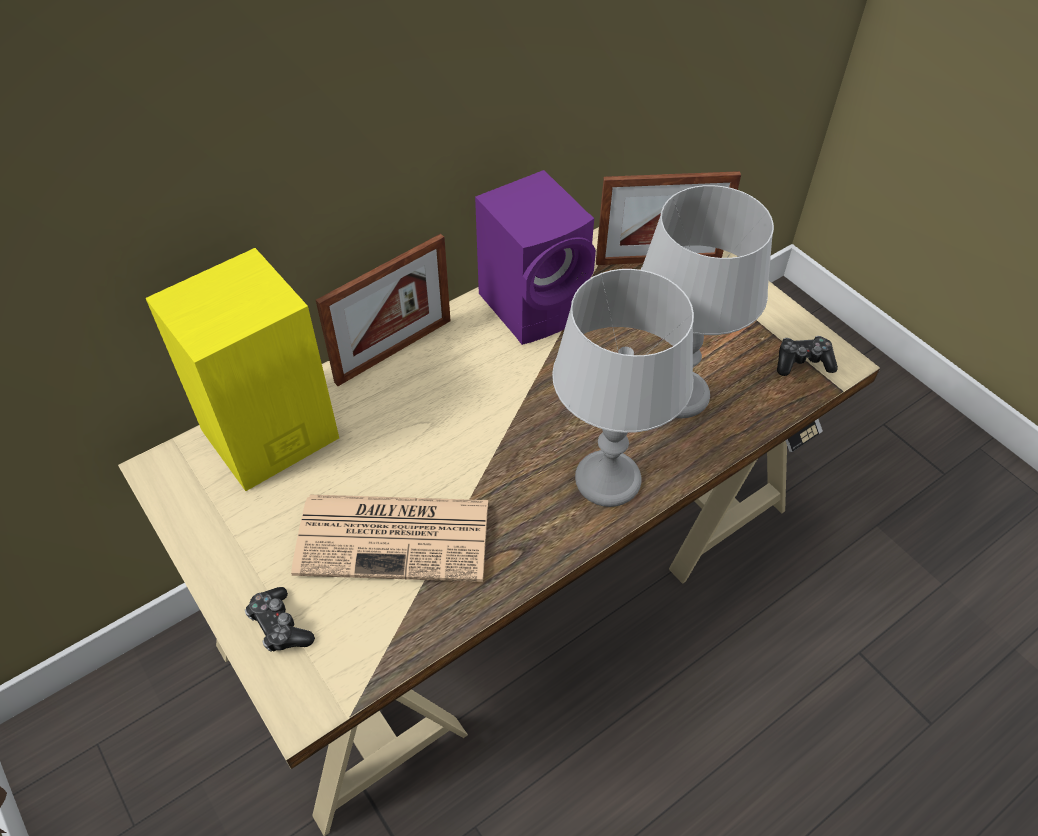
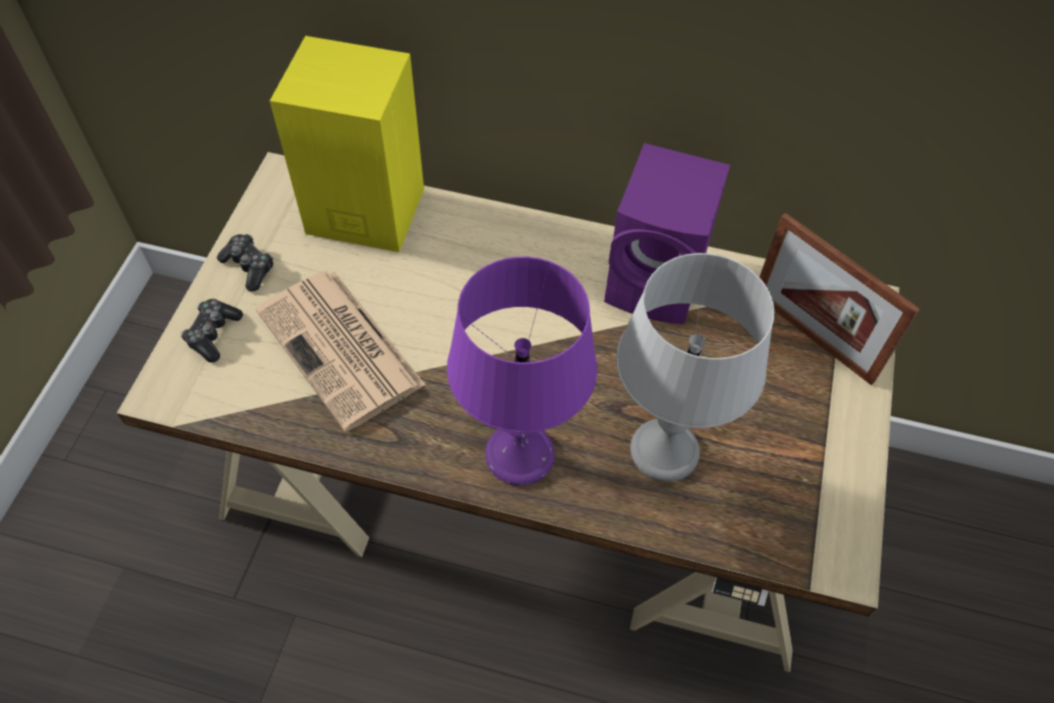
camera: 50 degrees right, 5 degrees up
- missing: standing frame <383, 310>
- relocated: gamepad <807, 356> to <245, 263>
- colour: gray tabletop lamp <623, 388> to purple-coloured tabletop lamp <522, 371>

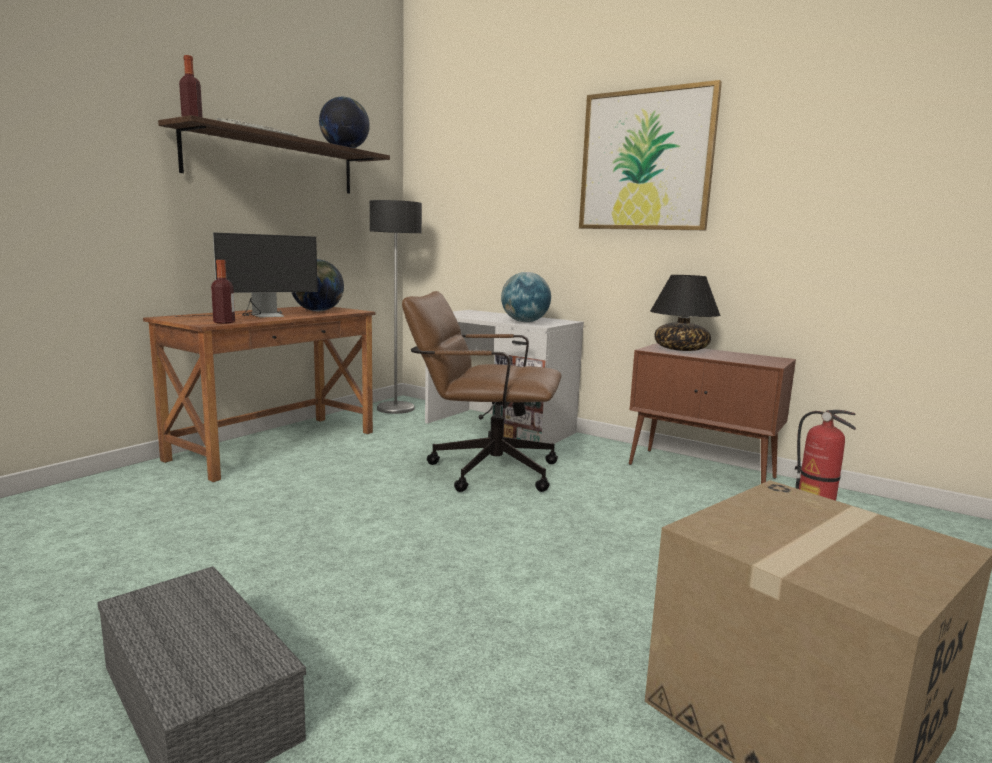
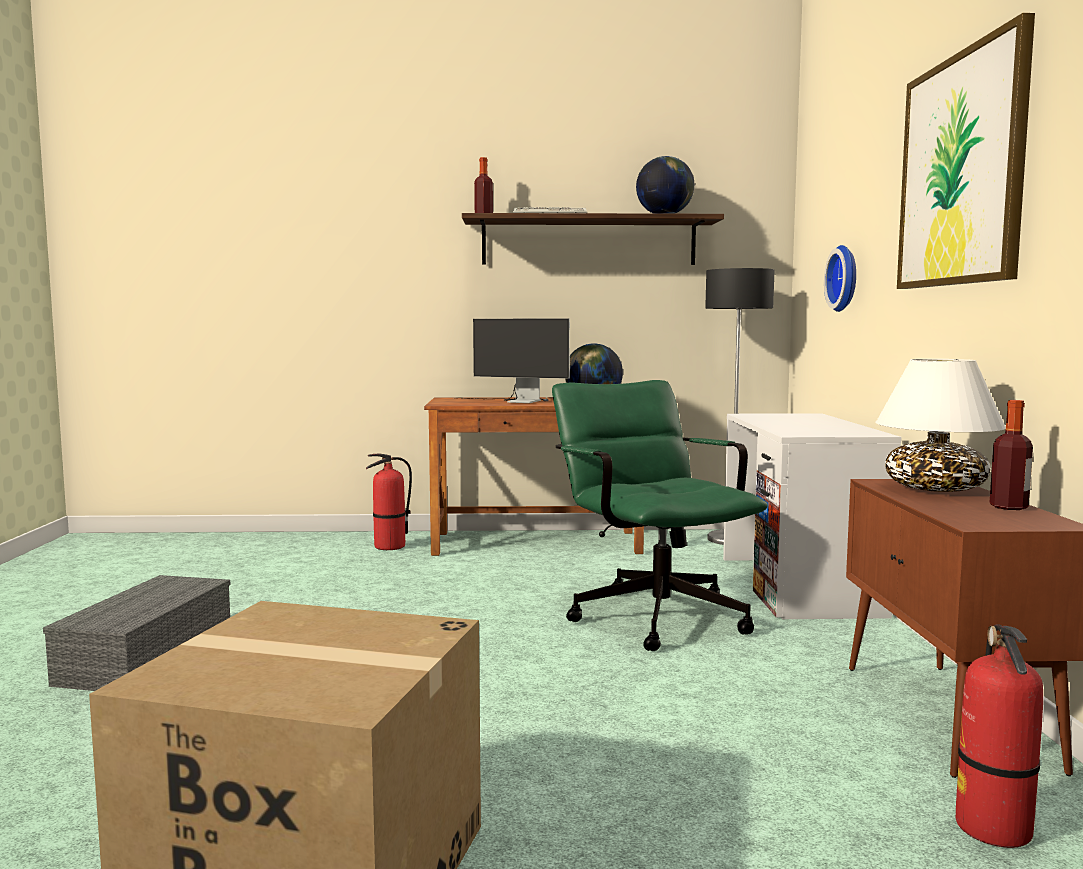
camera: 55 degrees right, 5 degrees down
- missing: world globe <526, 297>
- appeared: fire-fighting cylinder <389, 502>
- appeared: clock on the wall <840, 278>
- relocated: drink bottle <223, 292> to <1011, 455>
- colour: brown-coloured computer chair <482, 391> to greenish computer chair <660, 515>
- colour: black tabletop lamp <685, 313> to white tabletop lamp <940, 425>

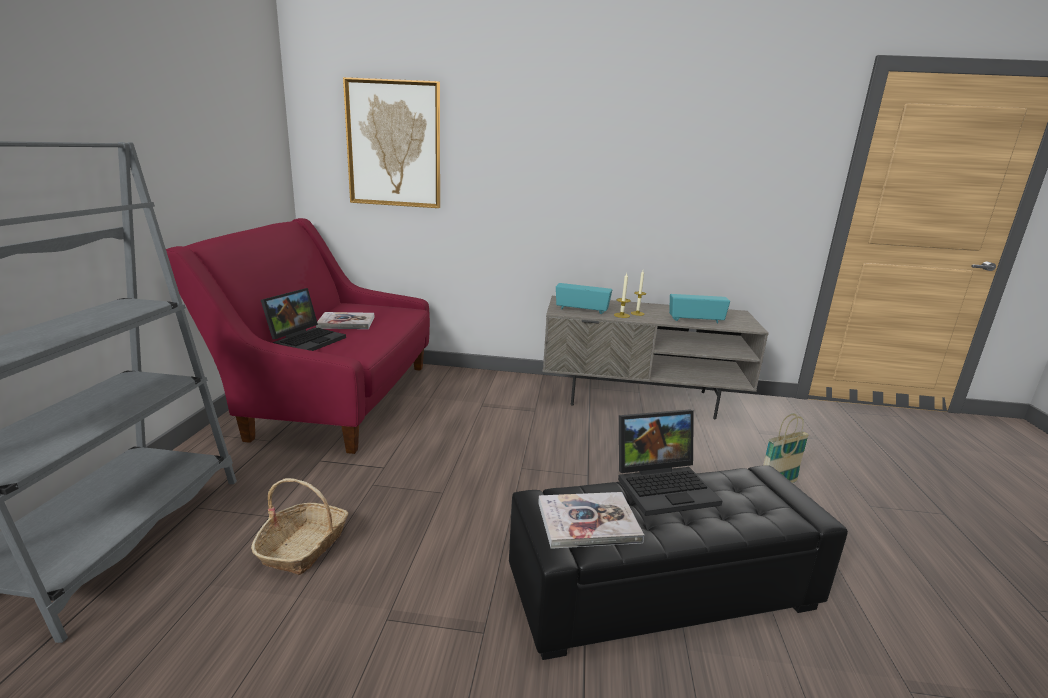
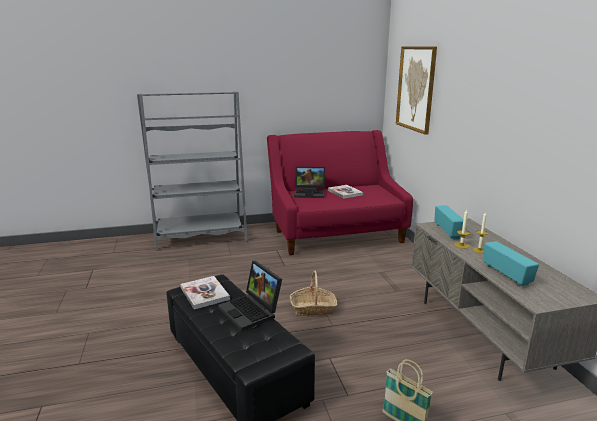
camera: 70 degrees right, 0 degrees up
- relocated: household basket <299, 526> to <313, 293>

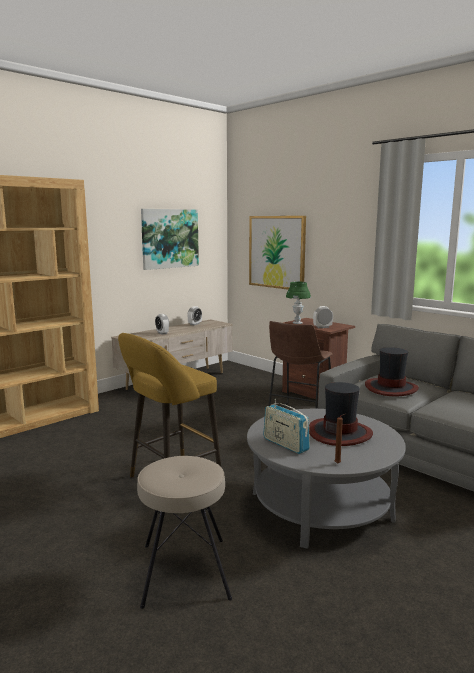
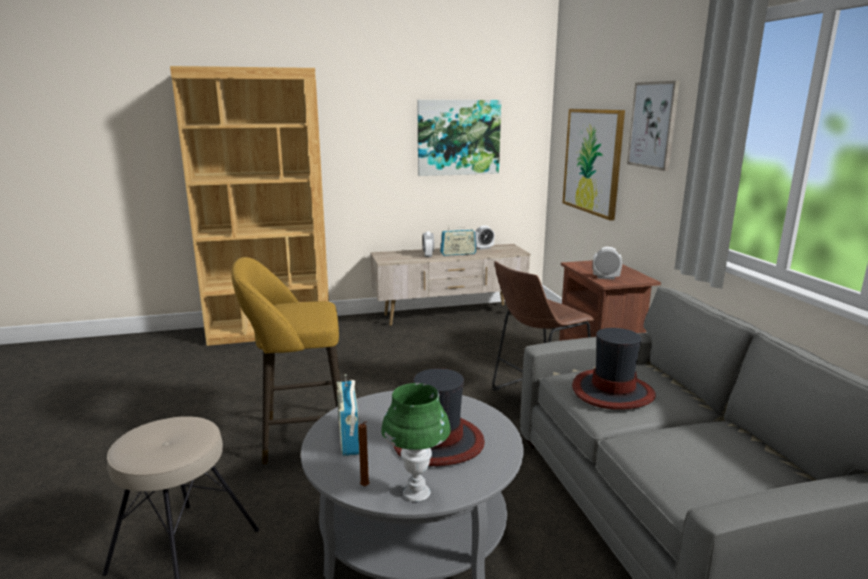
camera: 30 degrees right, 5 degrees up
- appeared: radio receiver <458, 240>
- appeared: wall picture <653, 126>
- relocated: greenish tabletop lamp <298, 302> to <416, 442>

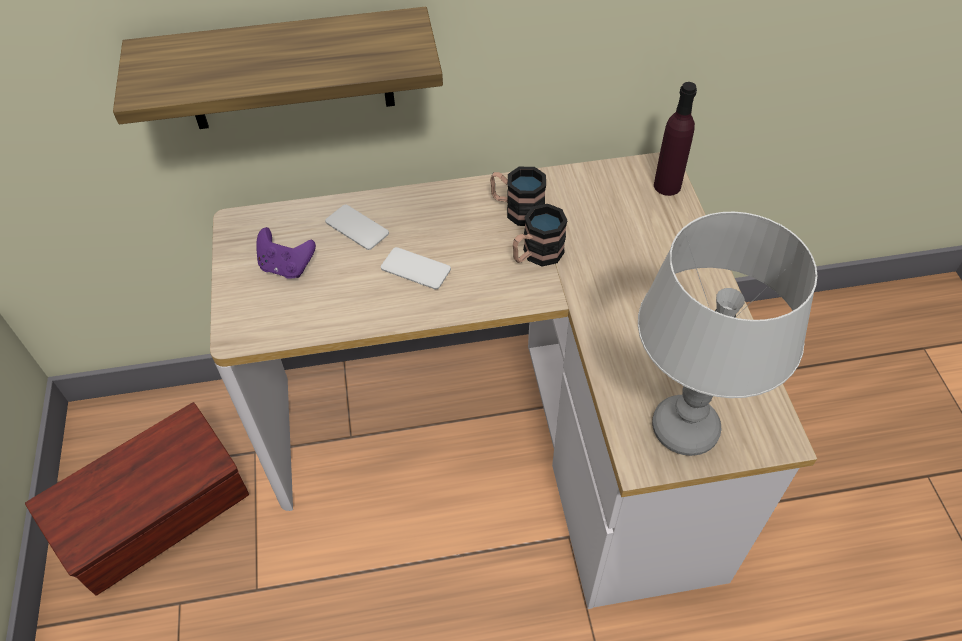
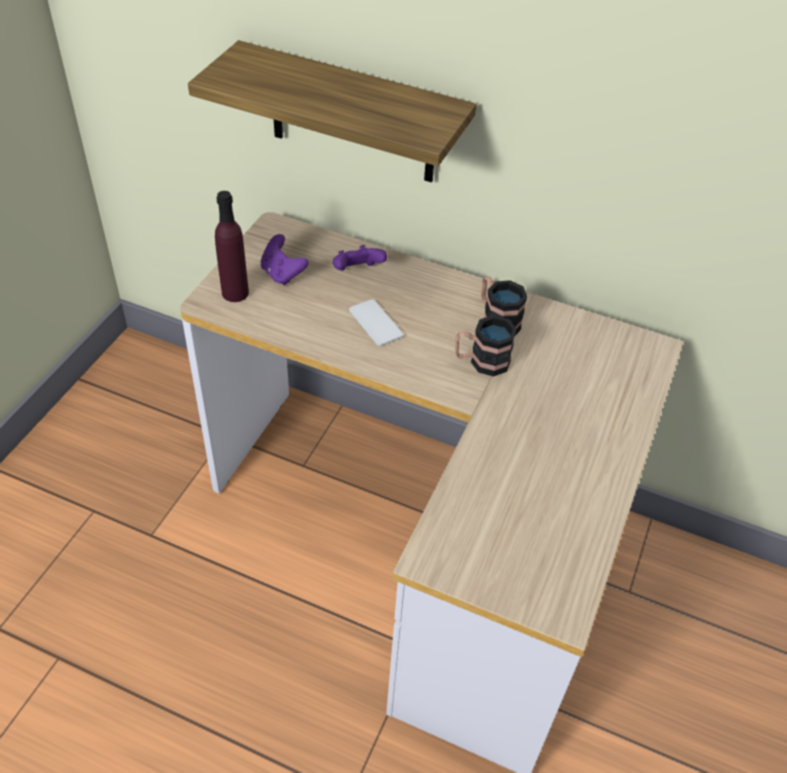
camera: 30 degrees right, 5 degrees down
- missing: brown-coloured storage box <137, 499>
- missing: gray tabletop lamp <727, 334>
- relocated: purple-coloured drink bottle <675, 139> to <232, 246>
- exchanged: telephone <357, 227> to purple-coloured gamepad <360, 258>

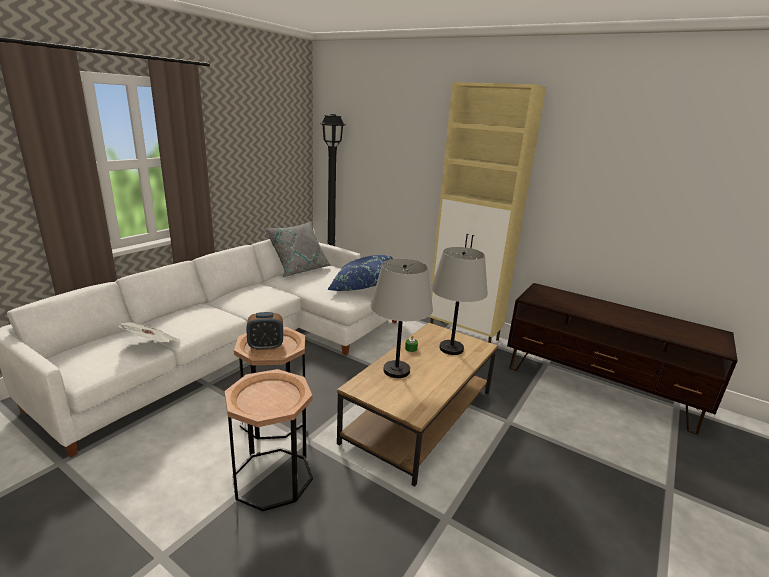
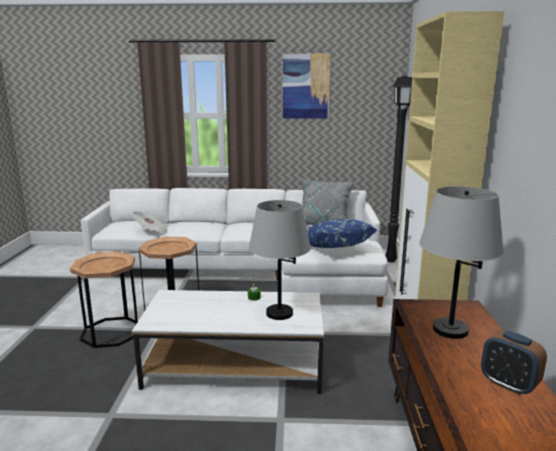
camera: 60 degrees right, 5 degrees down
- appeared: wall picture <307, 86>
- relocated: bedside clock <264, 331> to <514, 362>
- relocated: gray tabletop lamp <401, 318> to <461, 262>
- colour: brown-coloured lounge table <417, 405> to white lounge table <228, 342>

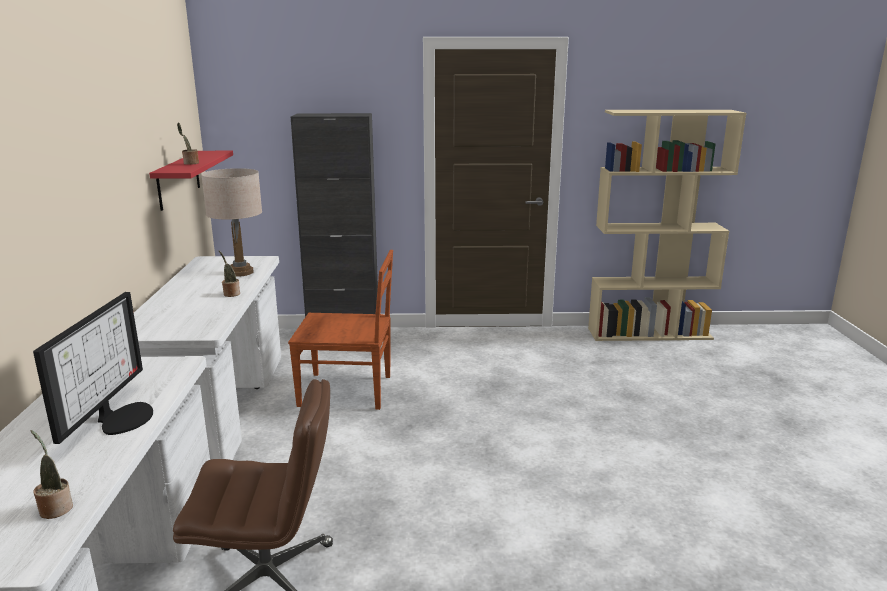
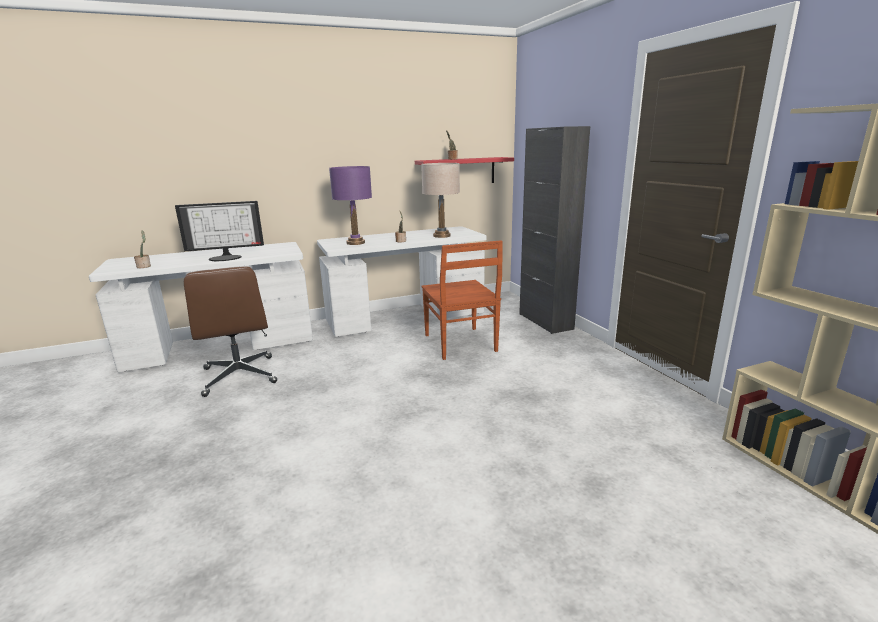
camera: 70 degrees right, 0 degrees up
- appeared: purple-coloured tabletop lamp <350, 205>

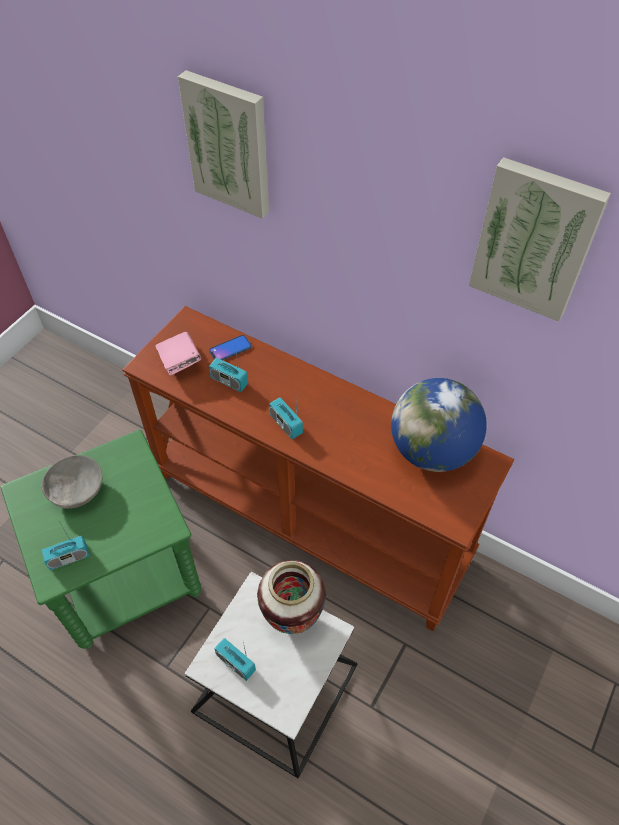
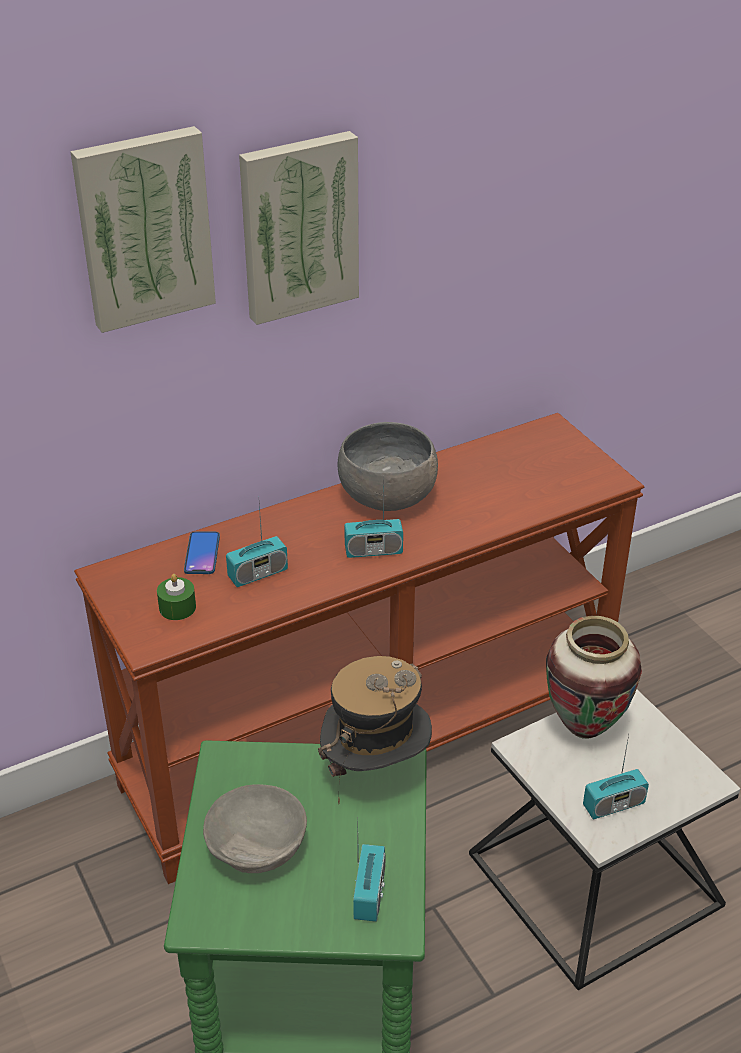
camera: 60 degrees left, 15 degrees down
- missing: world globe <439, 425>
- appeared: wearable hat <375, 730>
- appeared: gray bowl <388, 466>
- relocated: wall picture <540, 239> to <299, 228>
- exchanged: pinkish volume <178, 353> to greenish wax light <176, 597>

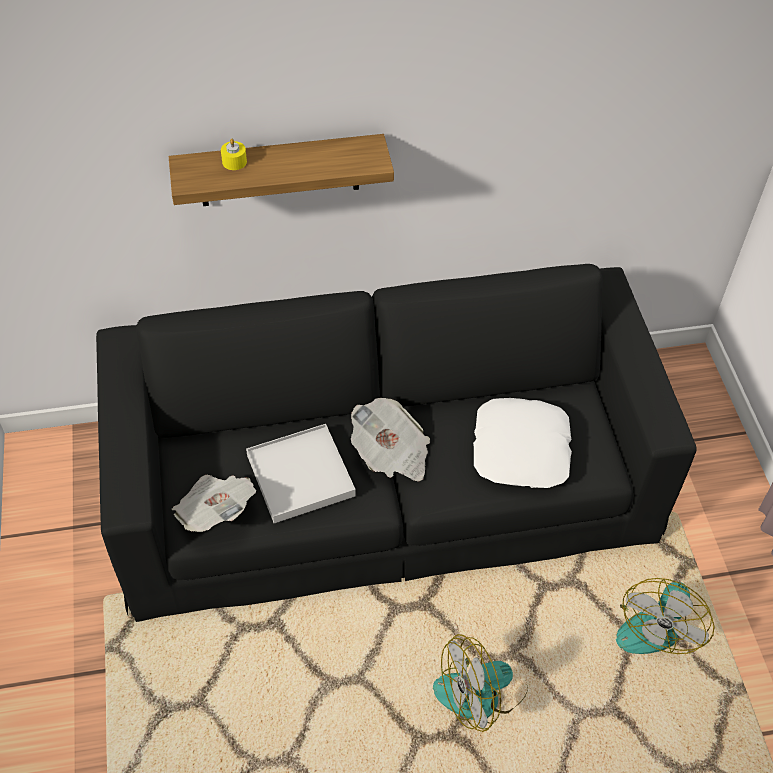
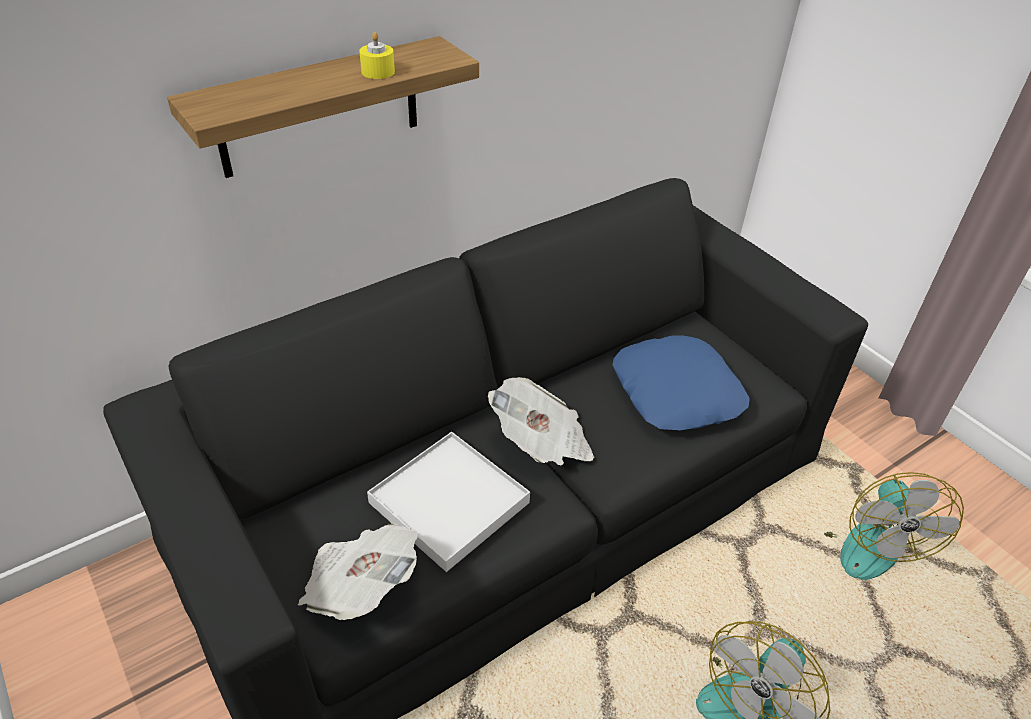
camera: 25 degrees left, 10 degrees down
- relocated: yellow-coloured wax light <234, 154> to <377, 55>
- colour: white throw pillow <522, 443> to blue throw pillow <681, 382>

